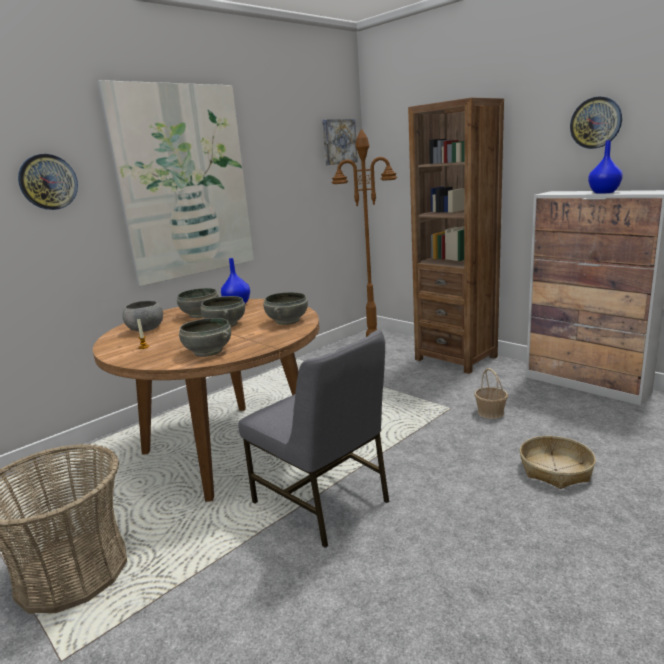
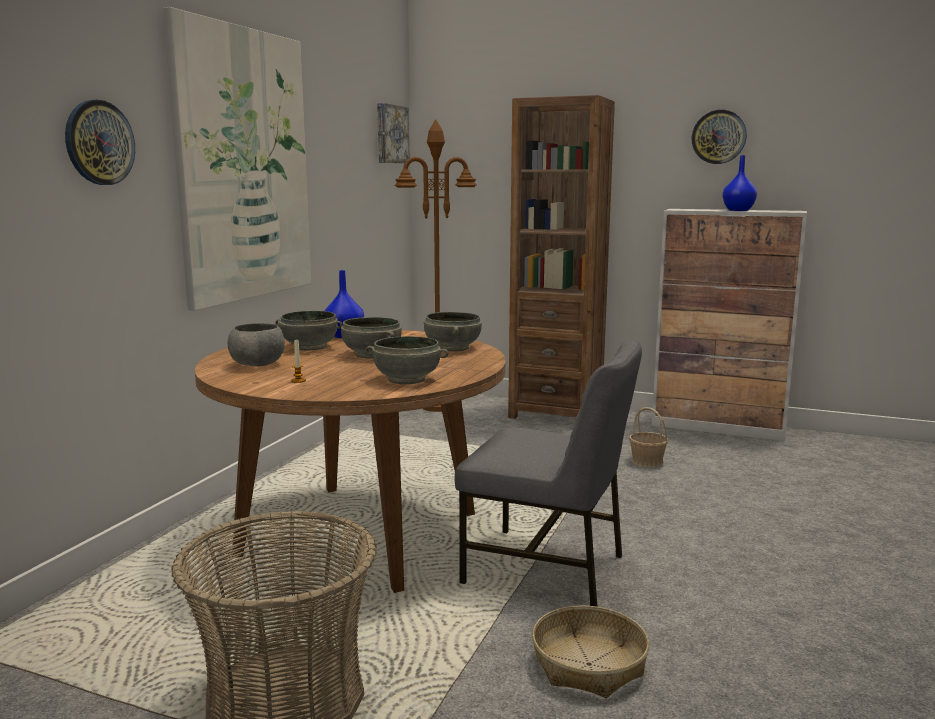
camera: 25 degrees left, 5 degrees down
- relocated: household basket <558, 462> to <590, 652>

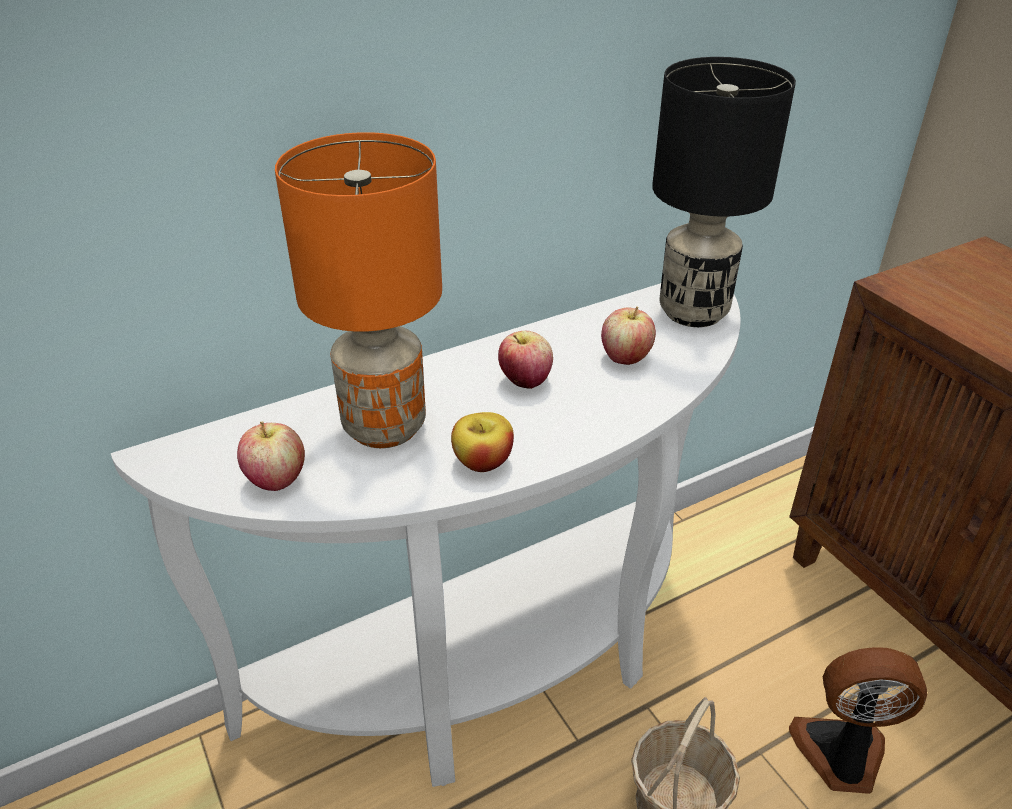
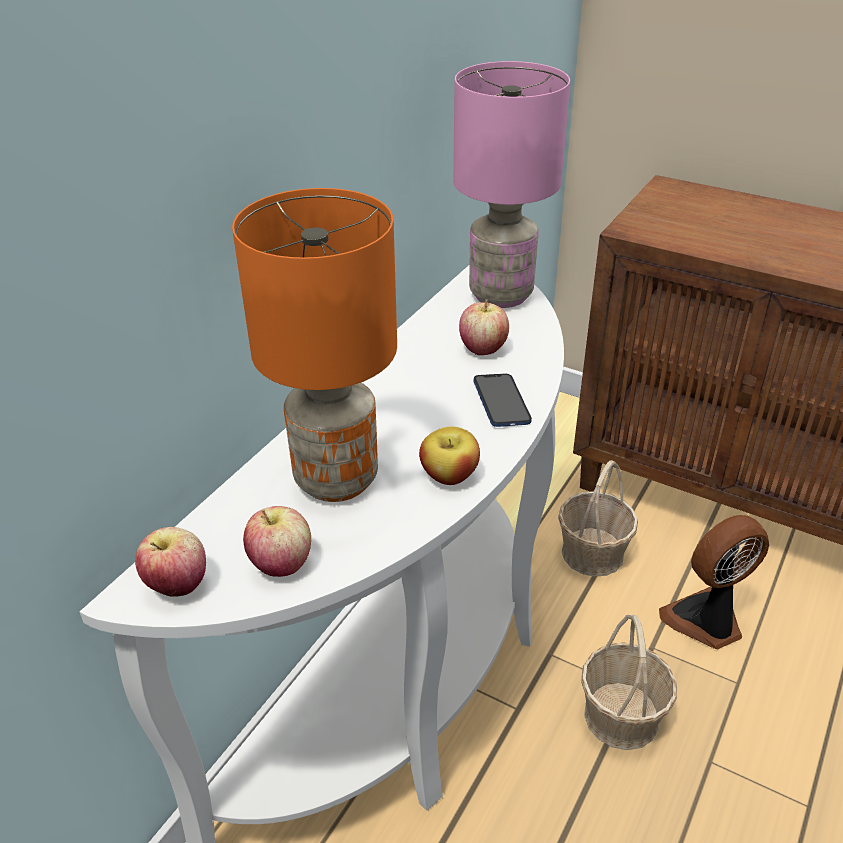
camera: 30 degrees left, 0 degrees up
- appeared: telephone <502, 400>
- appeared: household basket <598, 518>
- relocated: apple <525, 360> to <170, 562>
- colour: black tabletop lamp <724, 192> to pinkish tabletop lamp <511, 184>

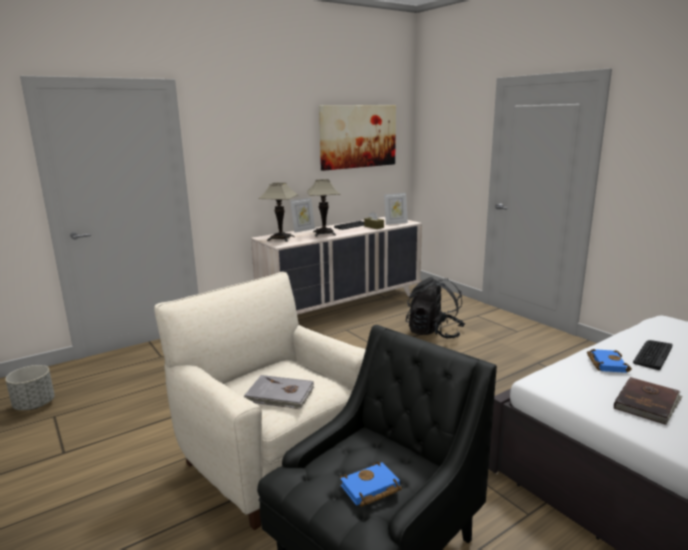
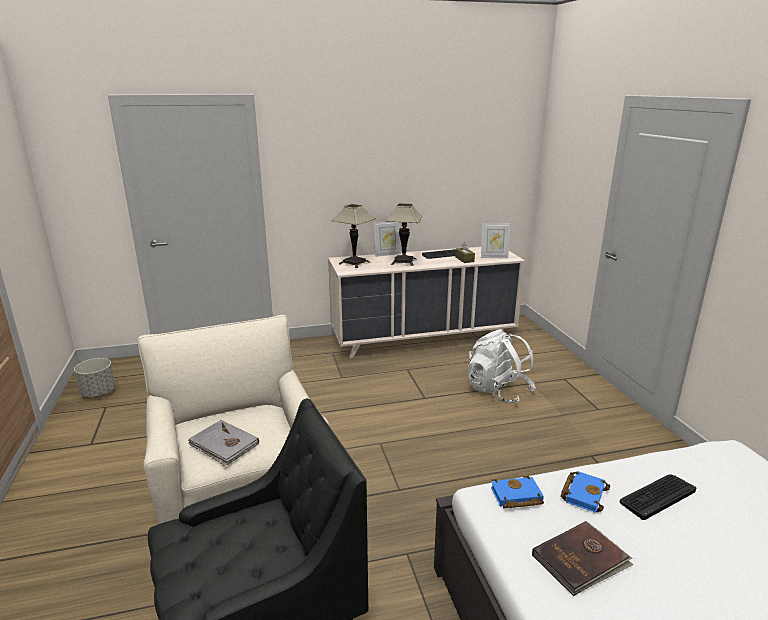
camera: 20 degrees right, 5 degrees up
- missing: wall picture <357, 138>
- relocated: blue volume <371, 484> to <517, 492>
- colour: black backpack <435, 308> to white backpack <502, 366>

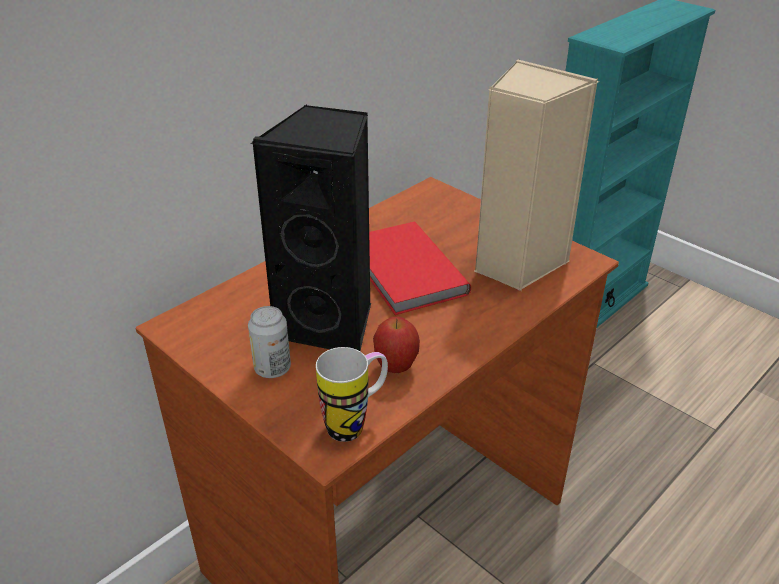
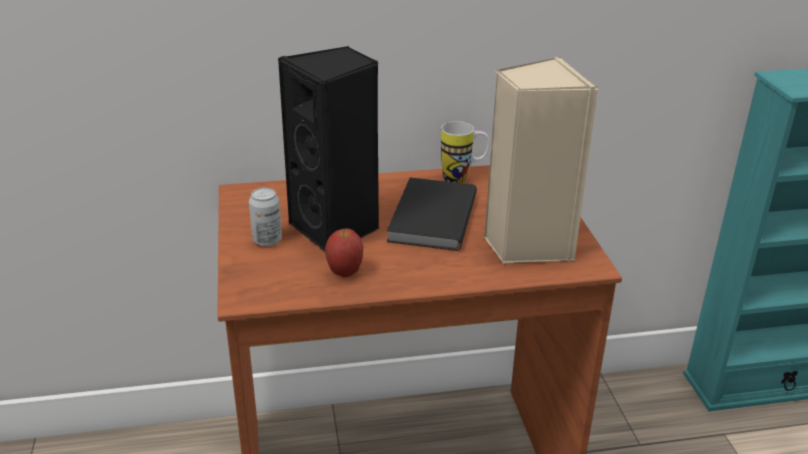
camera: 35 degrees right, 5 degrees down
- relocated: coffee mug <352, 394> to <465, 152>
- colour: red volume <420, 268> to black volume <432, 214>

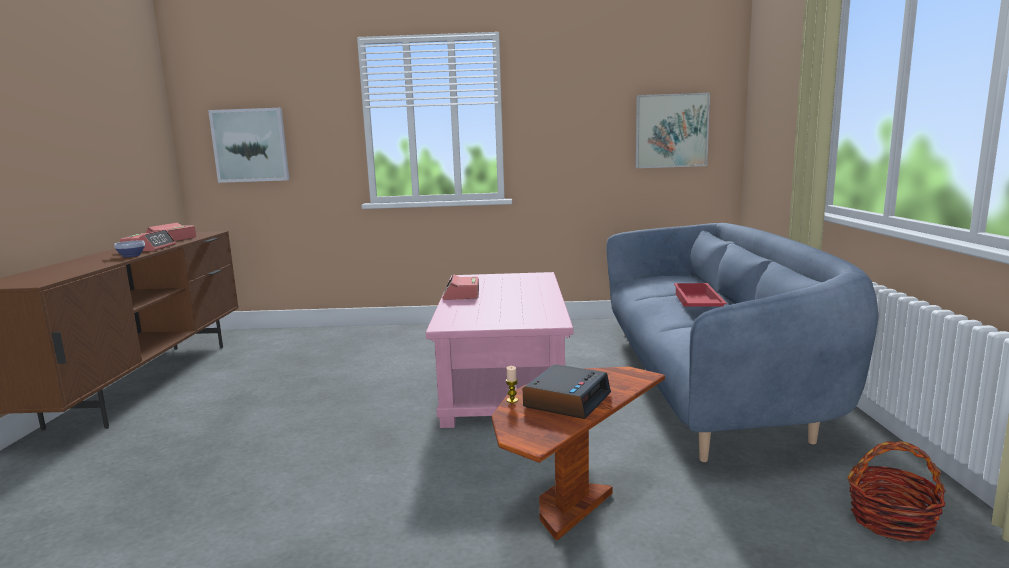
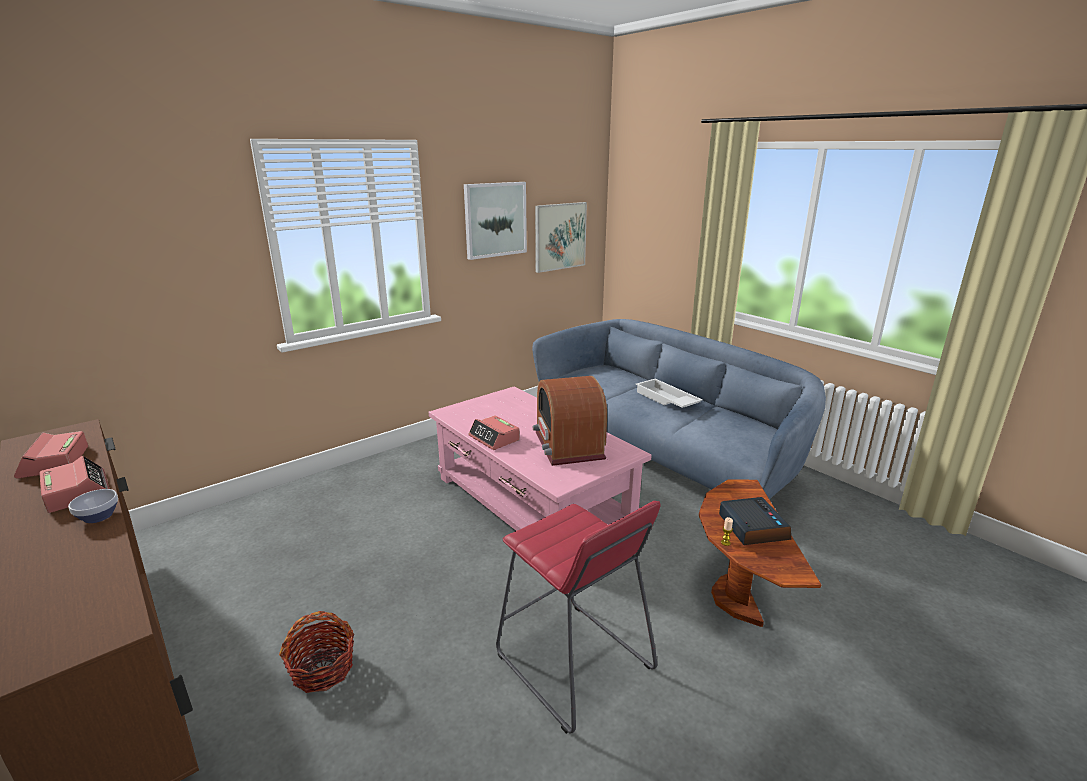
camera: 40 degrees left, 10 degrees up
- appeared: red stool <578, 617>
- appeared: radio receiver <570, 421>
- relocated: wall picture <248, 145> to <495, 221>
- relocated: household basket <897, 491> to <316, 652>
- colour: red serving tray <700, 295> to white serving tray <669, 393>

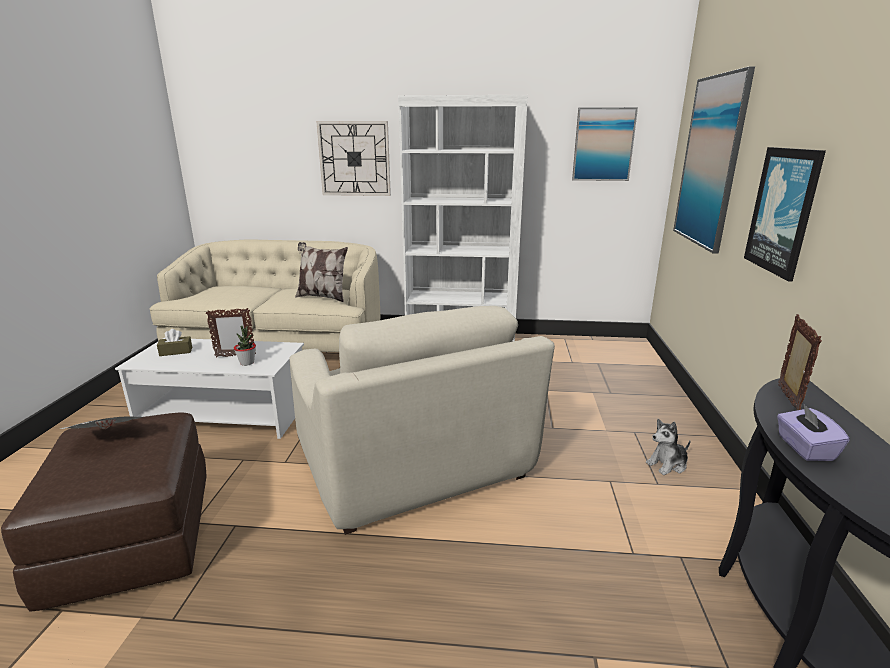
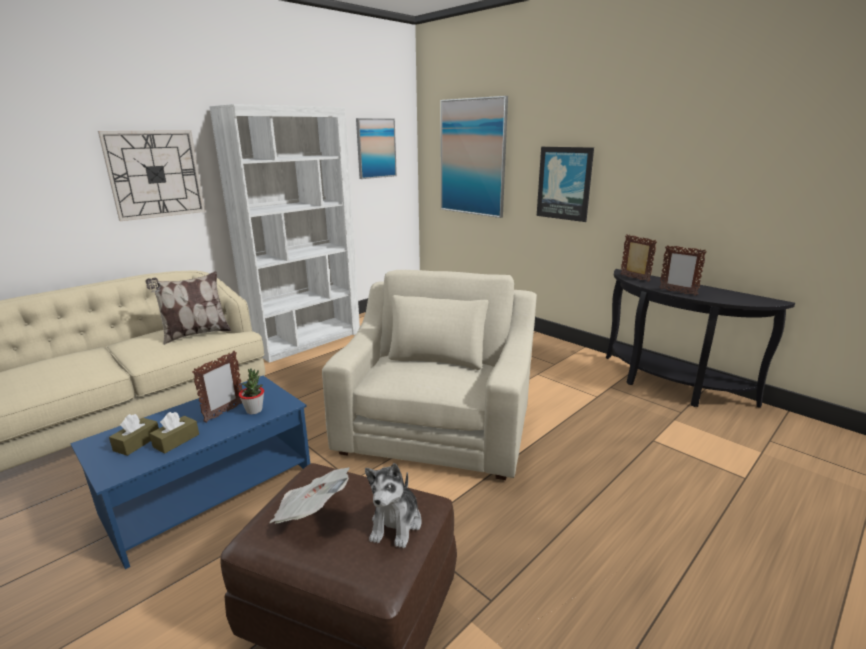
camera: 50 degrees left, 0 degrees up
- appeared: brown-coloured tissue box <174, 432>
- relocated: cuddly toy <668, 447> to <393, 505>
- exchanged: purple-coloured tissue box <813, 432> to standing frame <683, 270>
- colour: white lounge table <209, 388> to blue lounge table <190, 472>
- spun: beige-coloured lounge chair <422, 420> = <429, 375> 90 degrees counterclockwise

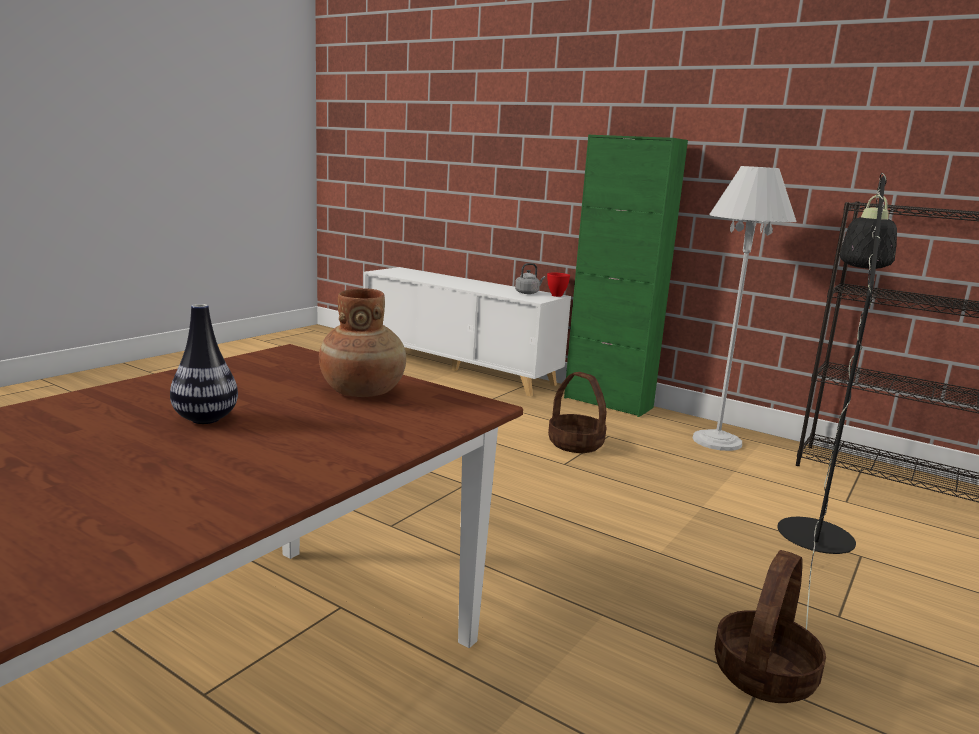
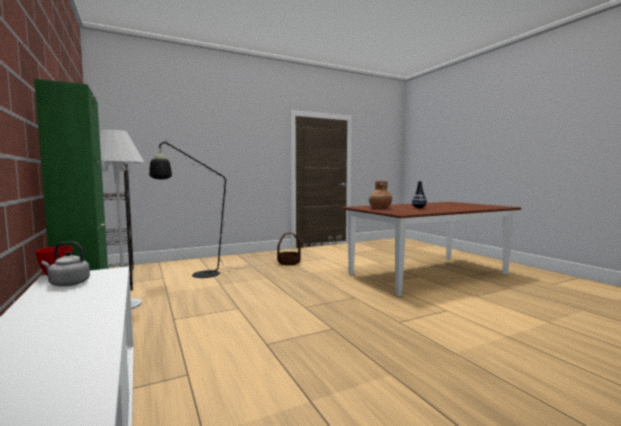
camera: 150 degrees left, 10 degrees down
- missing: household basket <577, 412>

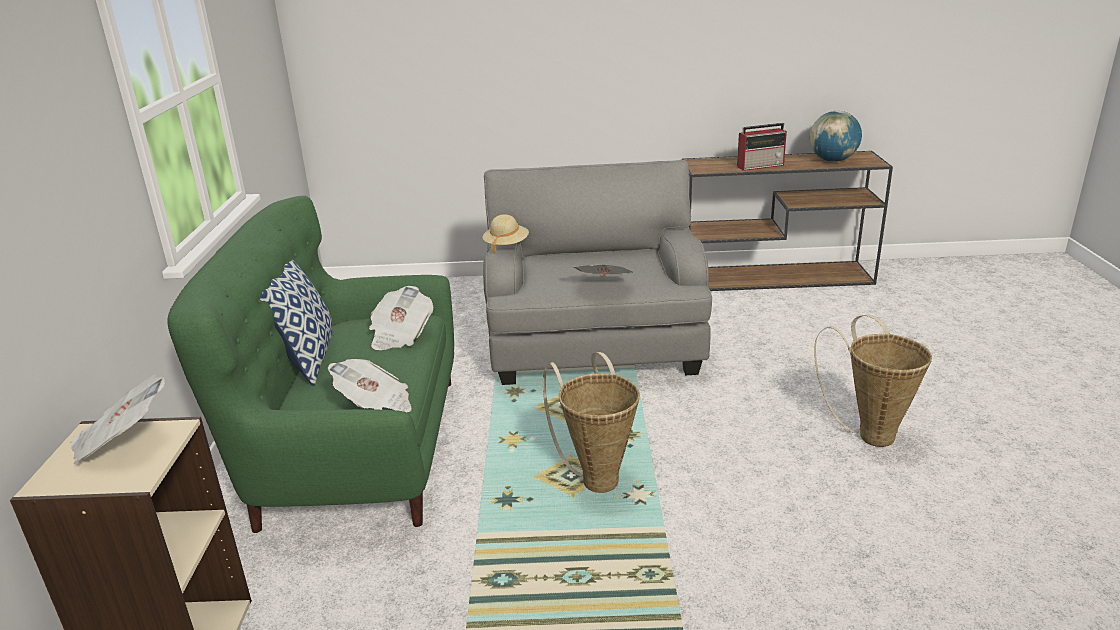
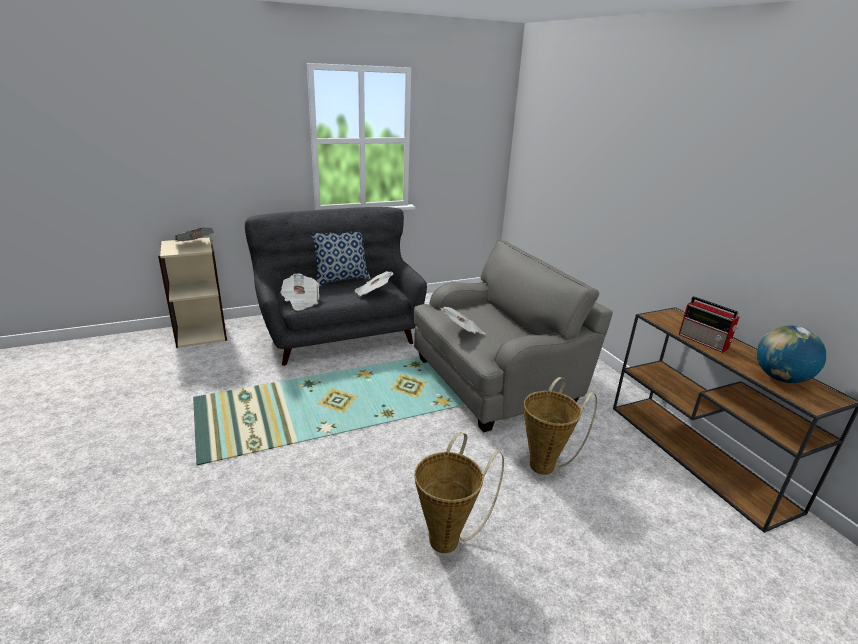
camera: 65 degrees right, 0 degrees up
- missing: beige-coloured wearable hat <506, 234>
- relocated: household basket <591, 422> to <560, 426>
- colour: greenish couch <310, 364> to gray couch <336, 286>

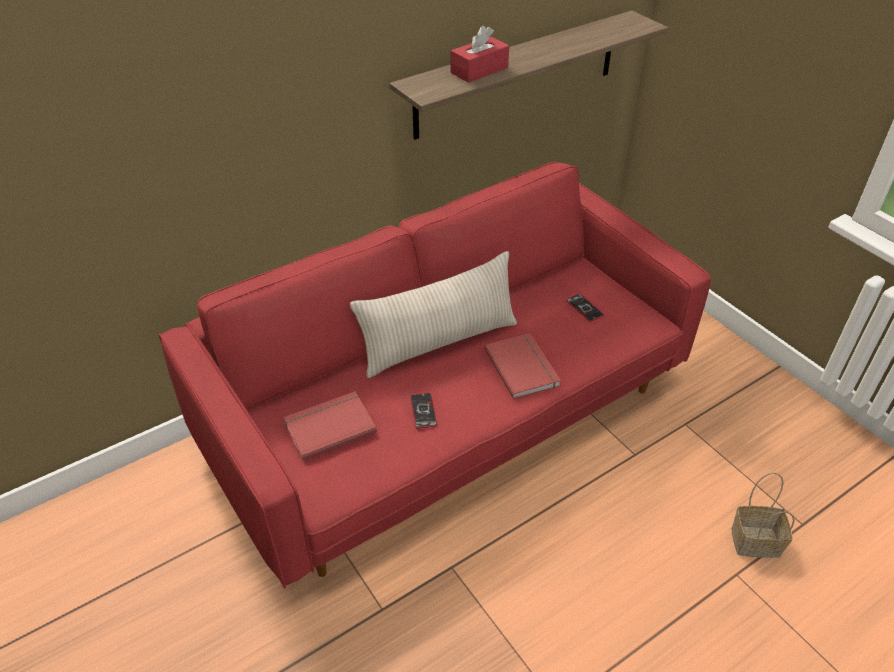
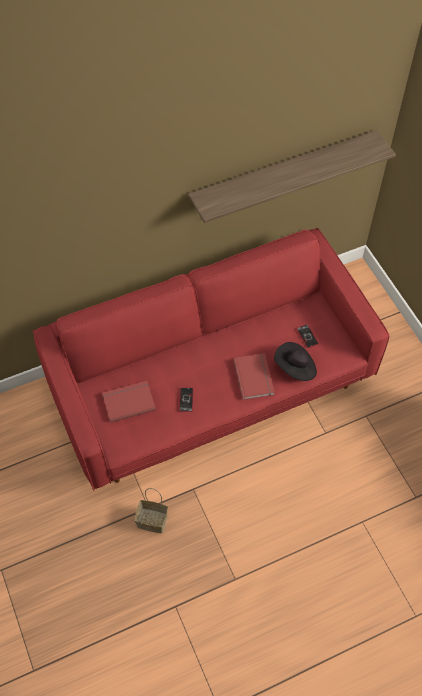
camera: 10 degrees right, 15 degrees up
- missing: beige-coloured throw pillow <433, 314>
- missing: red tissue box <479, 54>
- appeared: black wearable hat <295, 361>
- relocated: household basket <763, 515> to <151, 510>

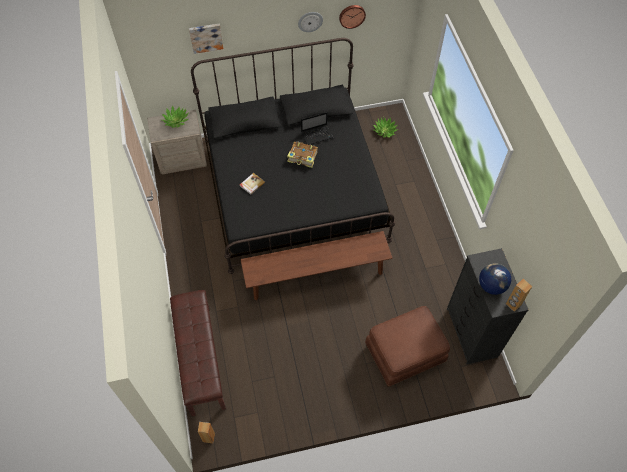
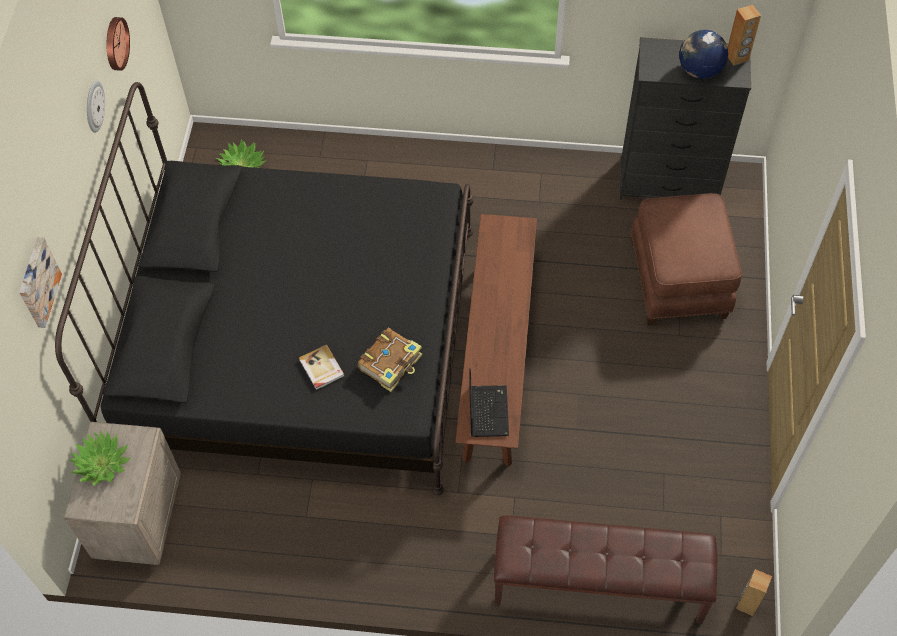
camera: 70 degrees left, 0 degrees up
- relocated: volume <302, 154> to <390, 360>
- relocated: laptop <317, 128> to <489, 402>

